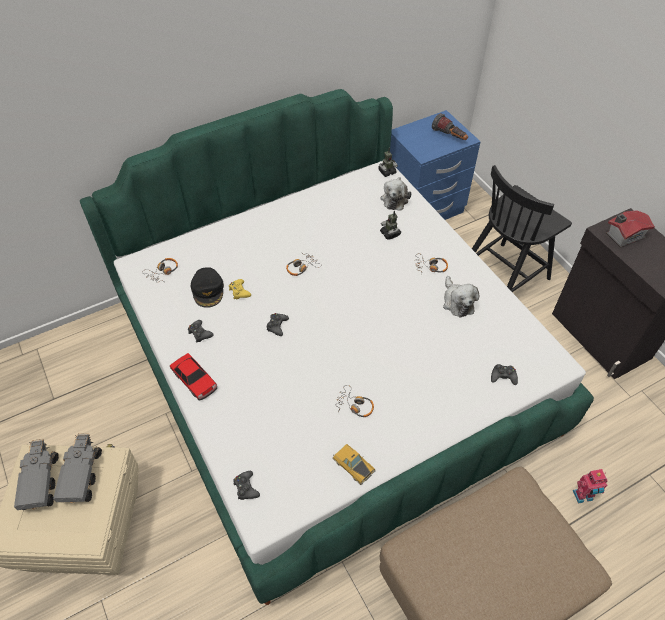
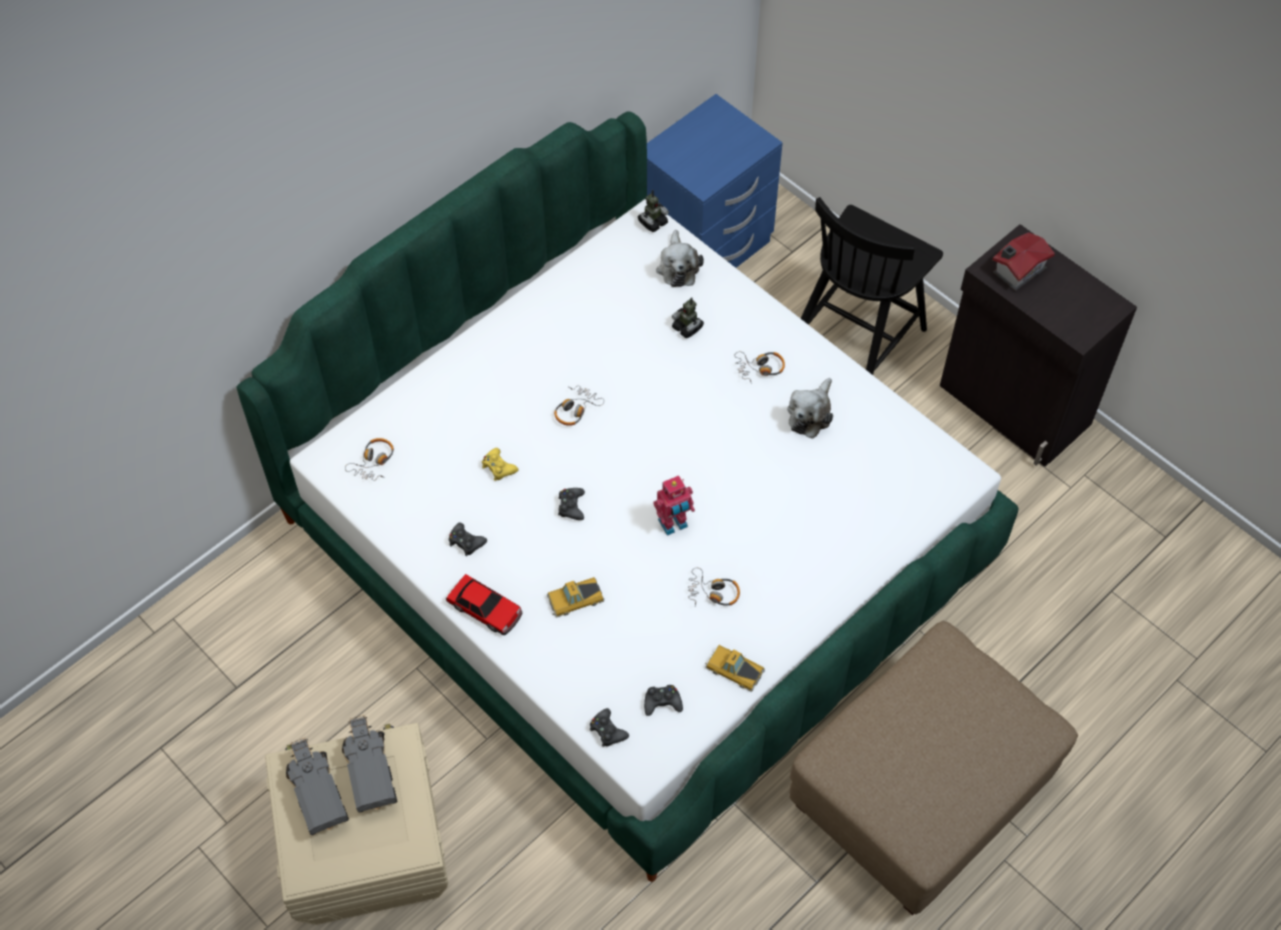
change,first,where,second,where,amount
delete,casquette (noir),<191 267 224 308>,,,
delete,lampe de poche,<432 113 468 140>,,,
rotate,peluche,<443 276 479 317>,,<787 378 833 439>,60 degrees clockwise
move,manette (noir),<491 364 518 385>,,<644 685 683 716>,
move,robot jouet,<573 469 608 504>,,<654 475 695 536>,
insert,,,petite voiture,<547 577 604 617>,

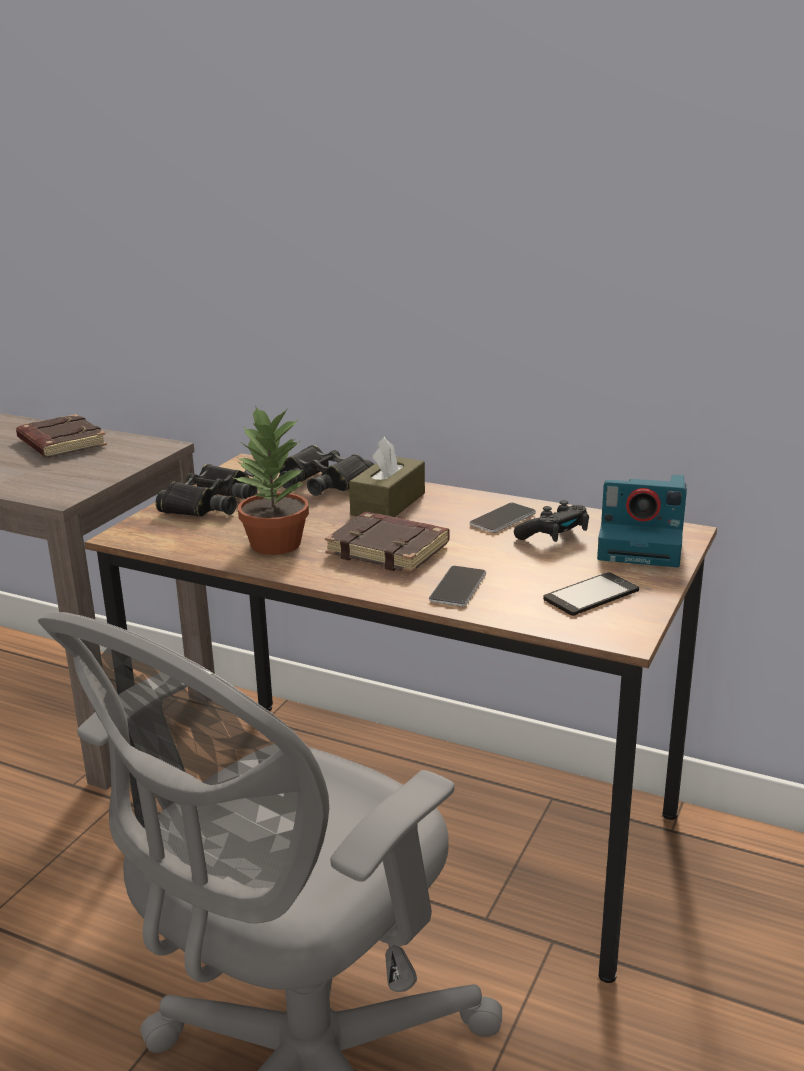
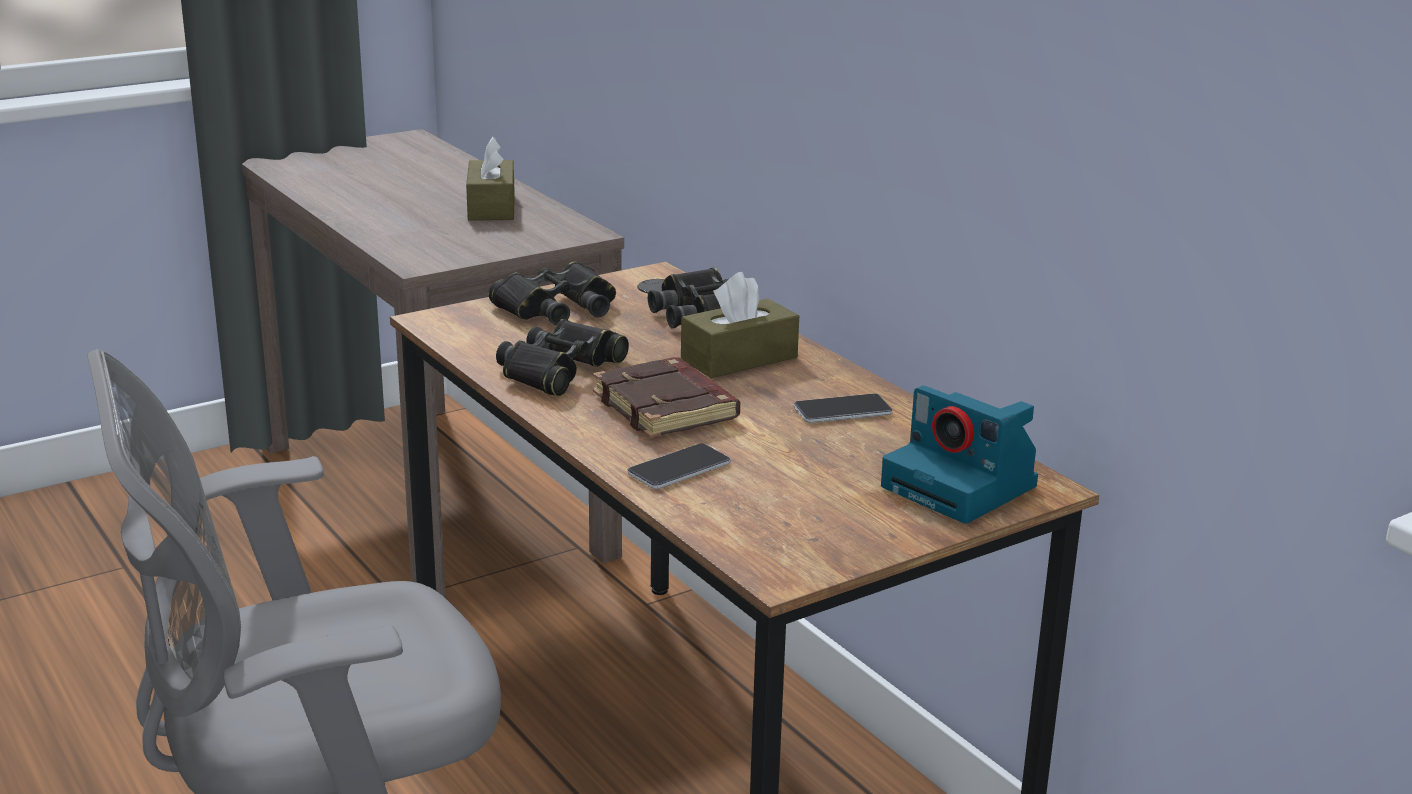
change,first,where,second,where,amount
replace,livre (marron),<16 414 107 458>,boîte à mouchoirs (marron),<466 136 515 221>,
replace,plante en pot,<232 407 309 555>,jumelles (noir),<496 319 629 396>,
delete,manette (noir),<514 500 589 542>,,,
delete,téléphone,<543 572 639 616>,,,

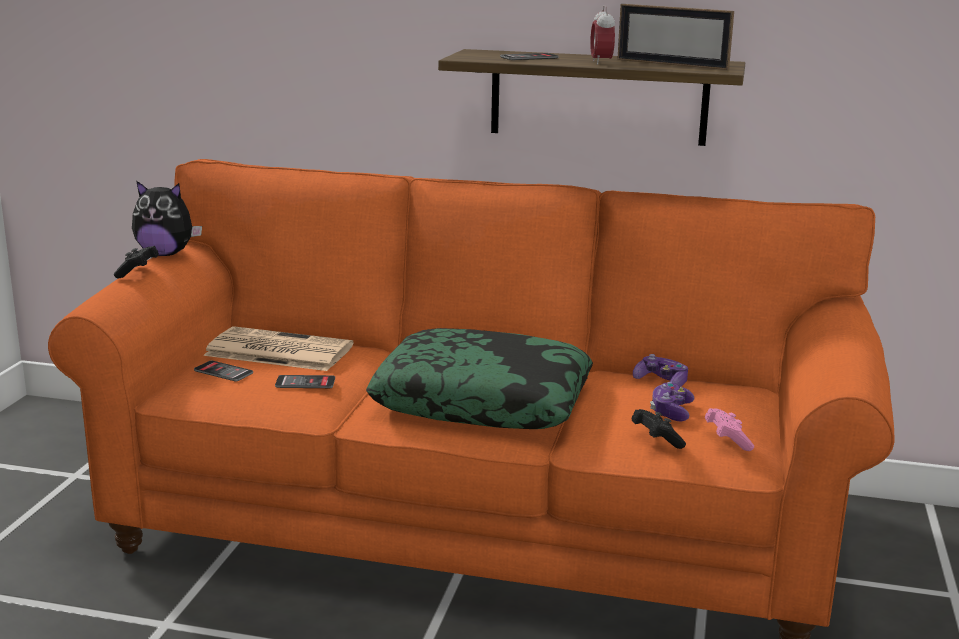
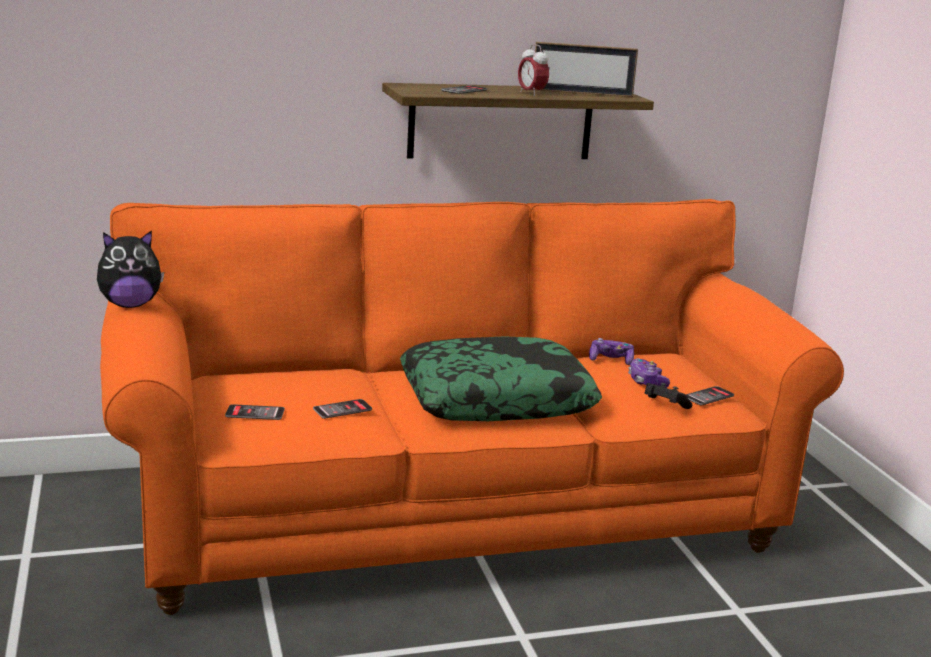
change,first,where,second,where,amount
delete,manette (noir),<114 246 159 278>,,,
delete,journal,<203 326 353 371>,,,
replace,manette (rose),<705 408 754 451>,téléphone,<686 386 734 406>,

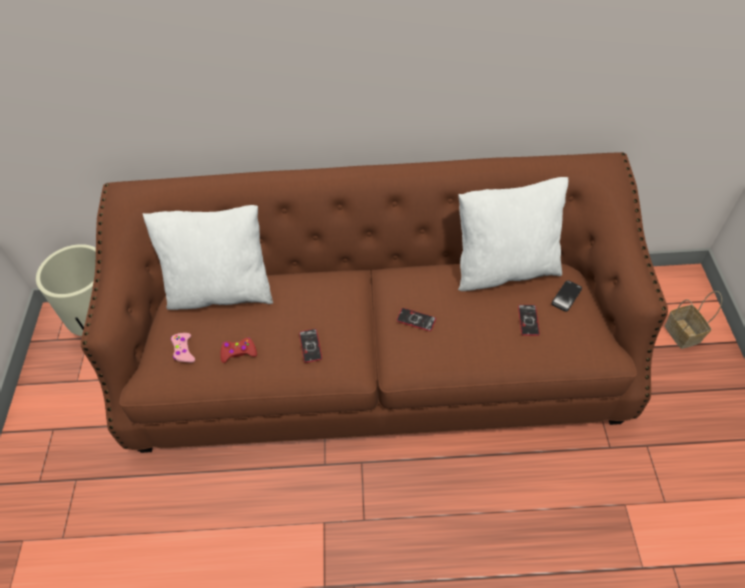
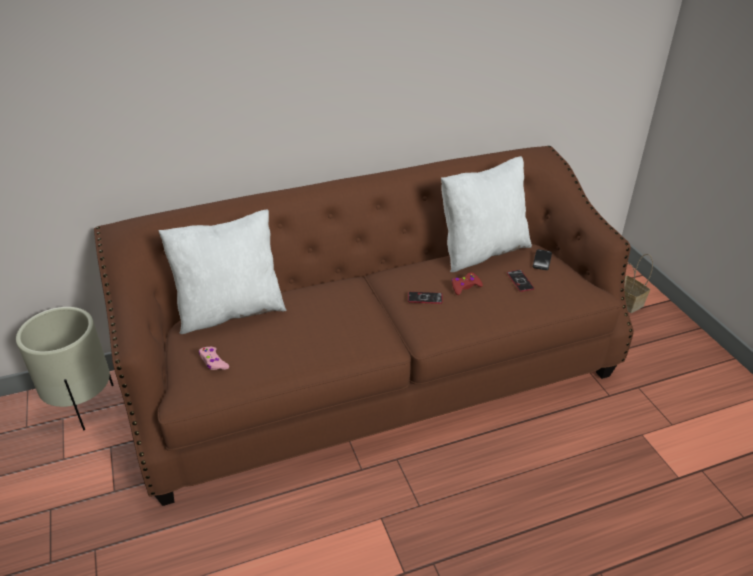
change,first,where,second,where,amount
move,manette (rouge),<220 338 257 363>,,<452 272 483 295>,
delete,téléphone,<299 329 322 363>,,,

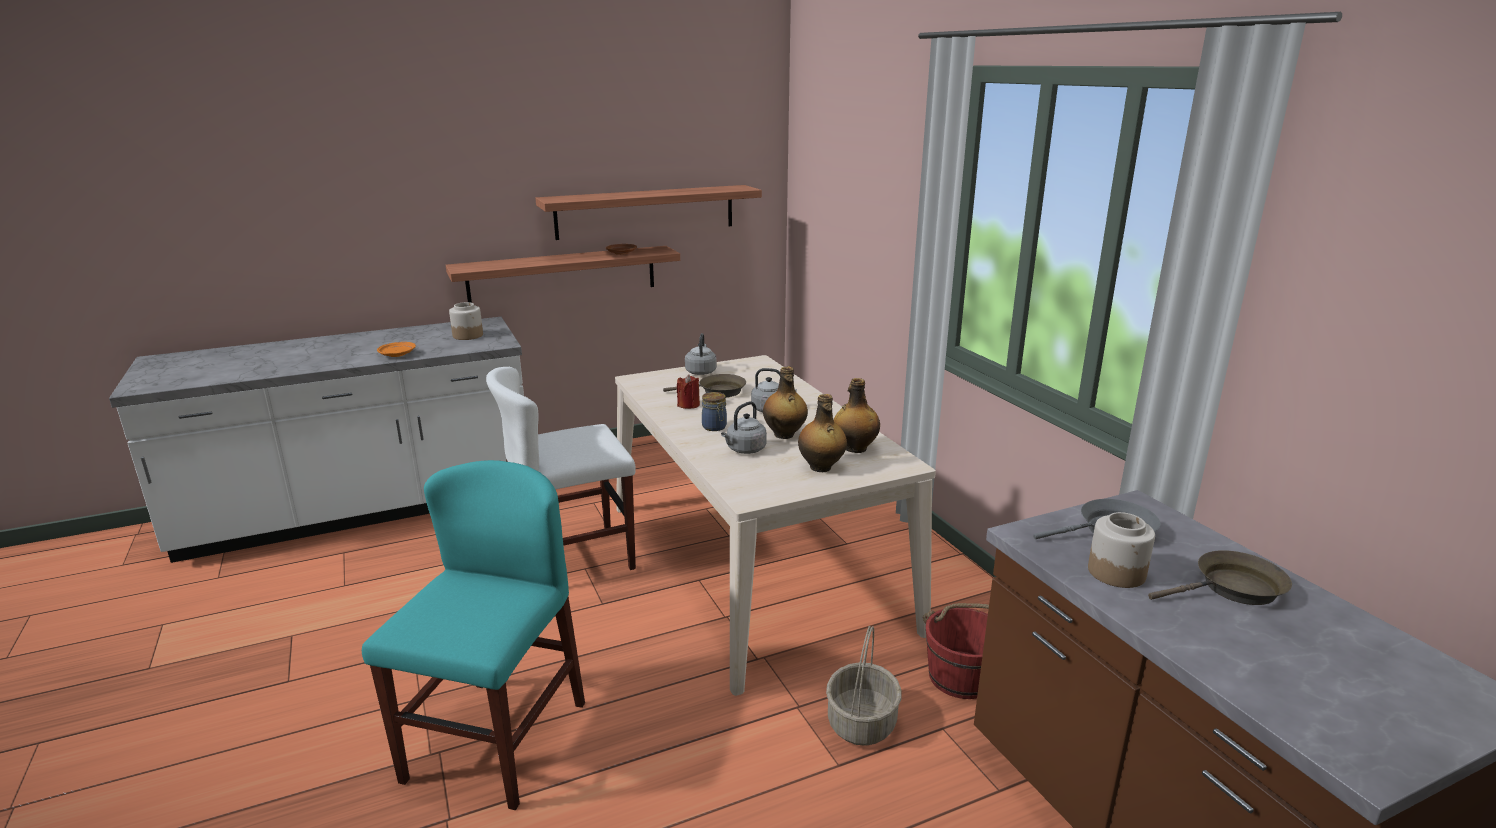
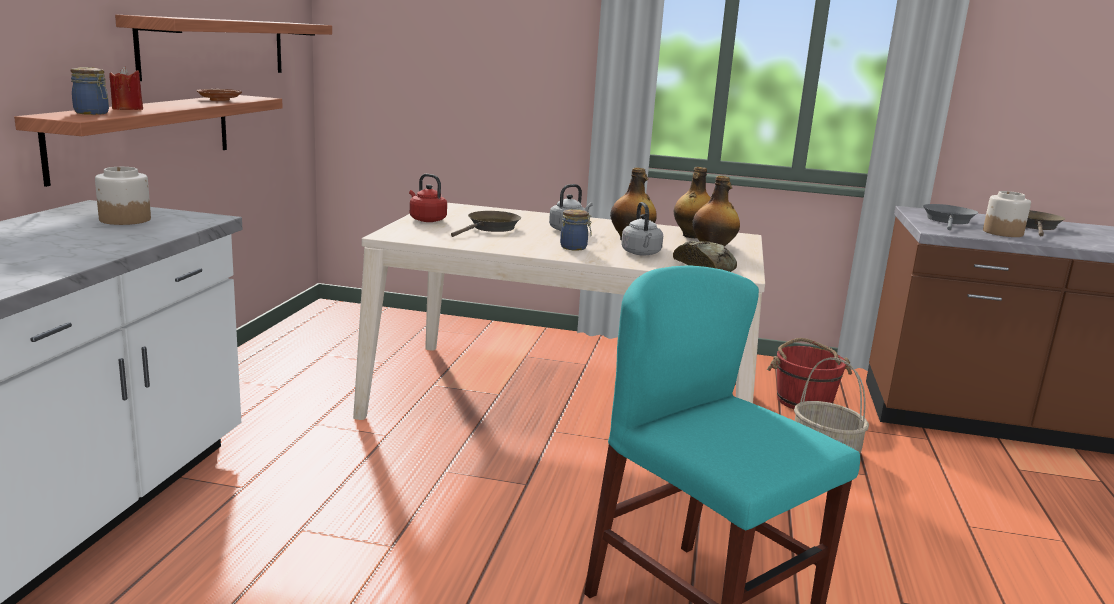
change,first,where,second,where,amount
delete,assiette (orange),<377 342 416 357>,,,
delete,chaise (blanc),<486 367 636 570>,,,
move,bougie (rouge),<677 374 700 409>,,<109 66 143 110>,
recolor,bouilloire (gris),<685 333 717 375>,bouilloire (rouge),<409 174 447 222>,
insert,,,bocal,<71 67 109 115>,
insert,,,pain,<673 241 737 272>,

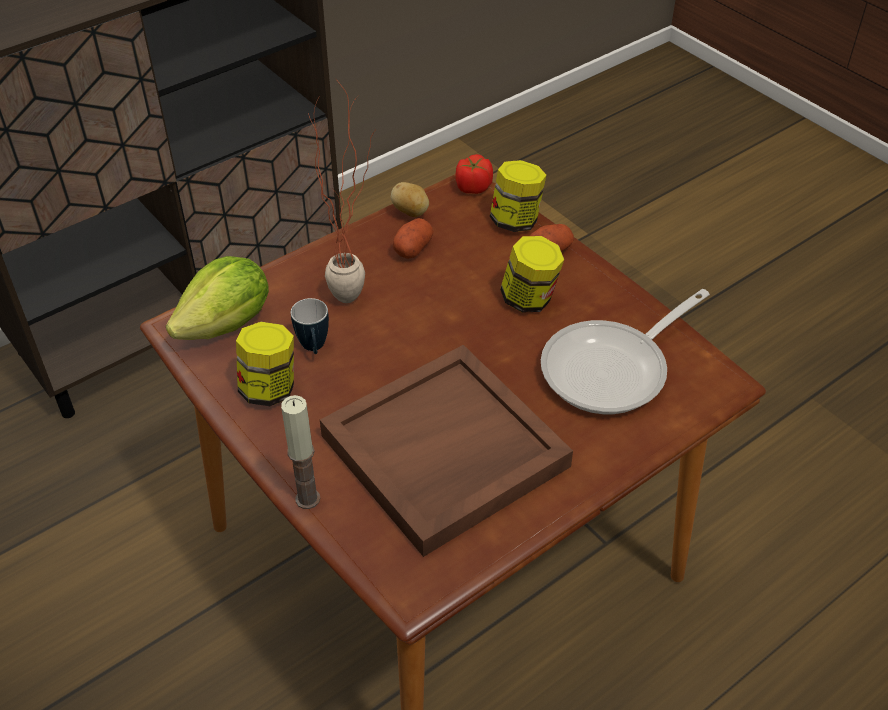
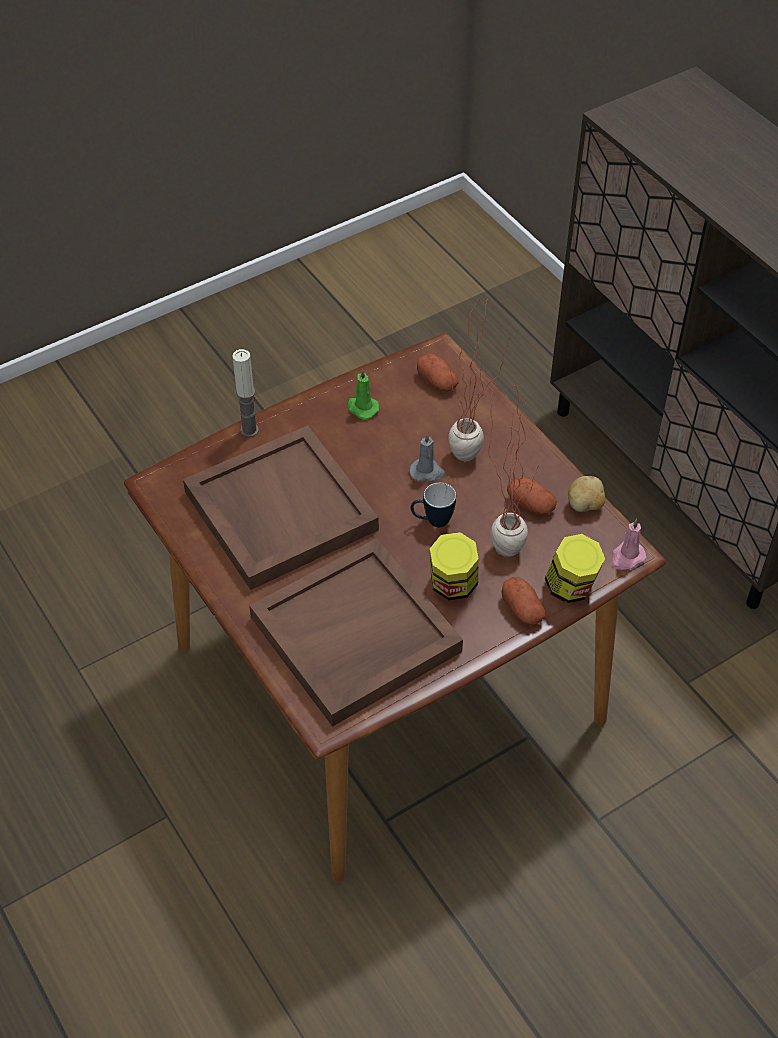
change,first,where,second,where,amount
replace,laitue,<166 256 269 340>,pomme de terre,<417 354 459 392>,
replace,bocal,<236 322 294 406>,bougie (vert),<347 368 379 419>,
move,mug,<291 298 329 354>,,<411 483 456 527>,
replace,tomate,<455 154 493 194>,bougie (rose),<612 518 647 570>,
replace,poêle,<541 289 710 414>,plateau (marron),<249 538 463 727>,
insert,,,bougie (gris),<409 433 446 482>,
insert,,,plante en pot,<488 385 539 557>,

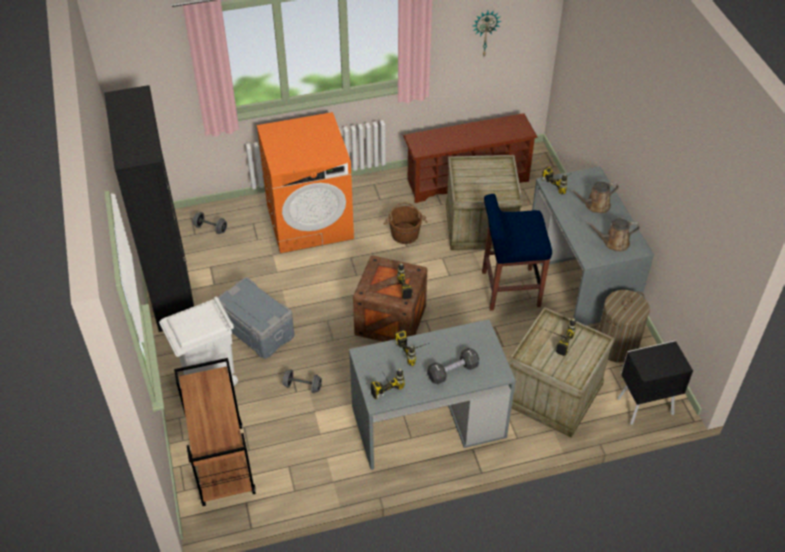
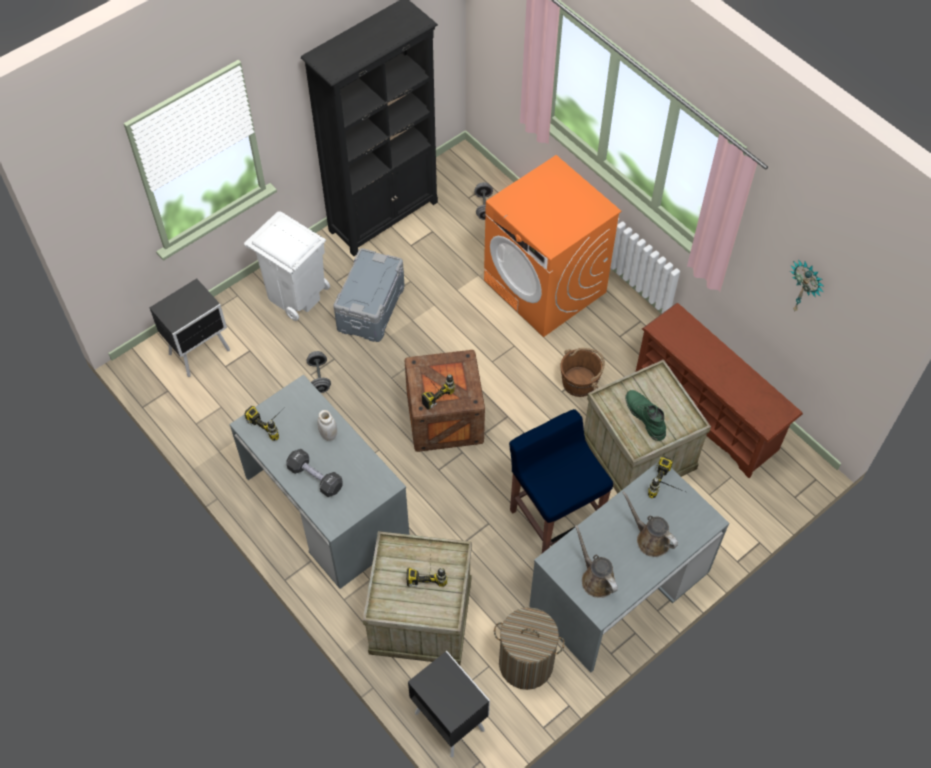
change,first,where,second,where,amount
replace,chariot (marron),<174 358 256 506>,table de chevet (noir),<150 278 230 377>,
replace,perceuse,<395 330 429 366>,bocal (blanc),<318 410 337 441>,
insert,,,botte (vert),<625 390 666 441>,

